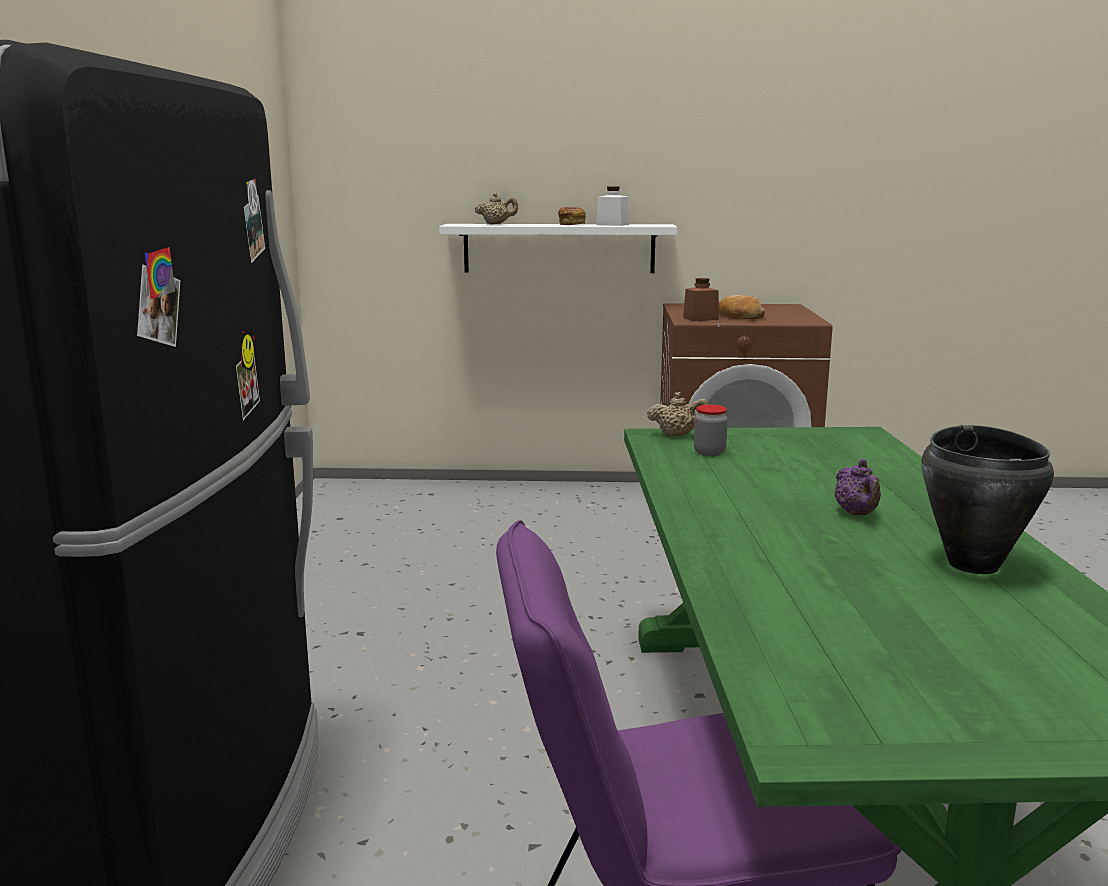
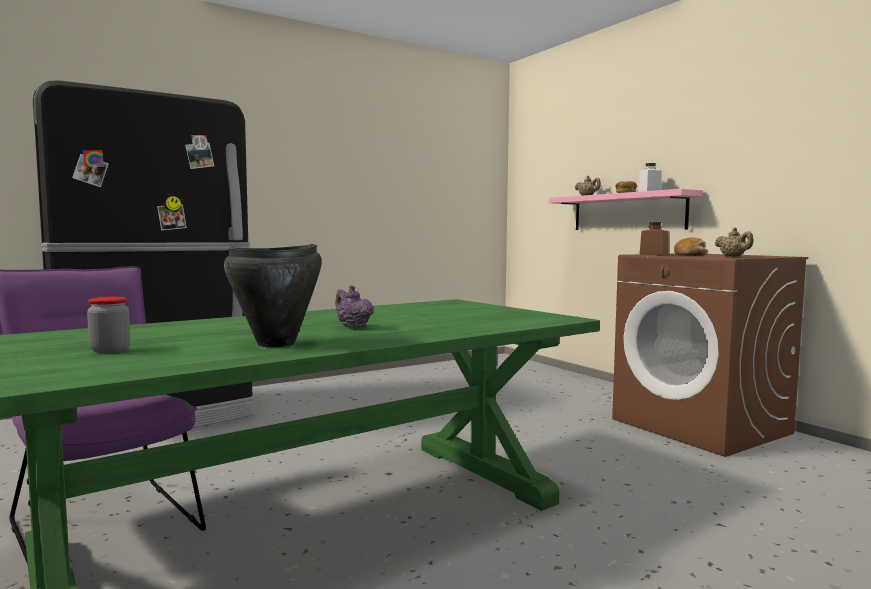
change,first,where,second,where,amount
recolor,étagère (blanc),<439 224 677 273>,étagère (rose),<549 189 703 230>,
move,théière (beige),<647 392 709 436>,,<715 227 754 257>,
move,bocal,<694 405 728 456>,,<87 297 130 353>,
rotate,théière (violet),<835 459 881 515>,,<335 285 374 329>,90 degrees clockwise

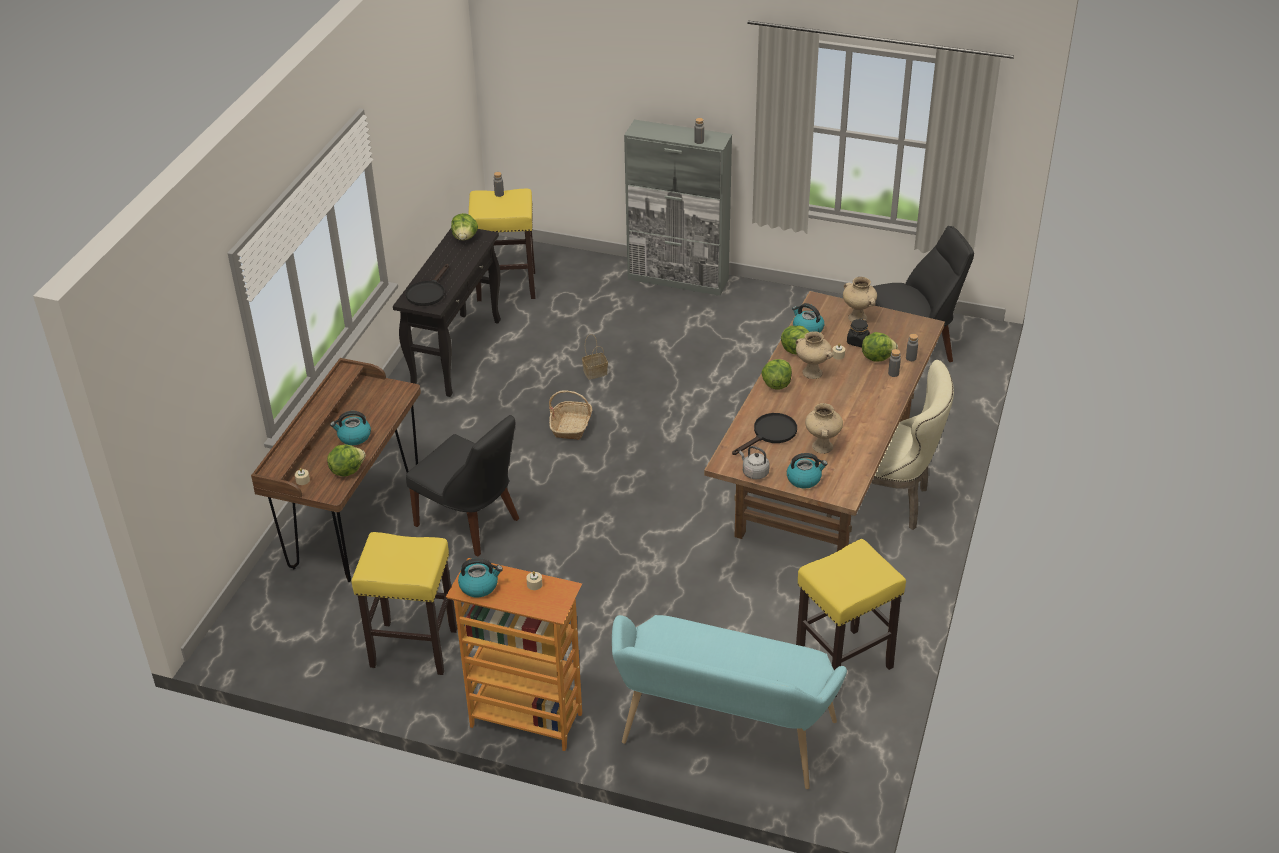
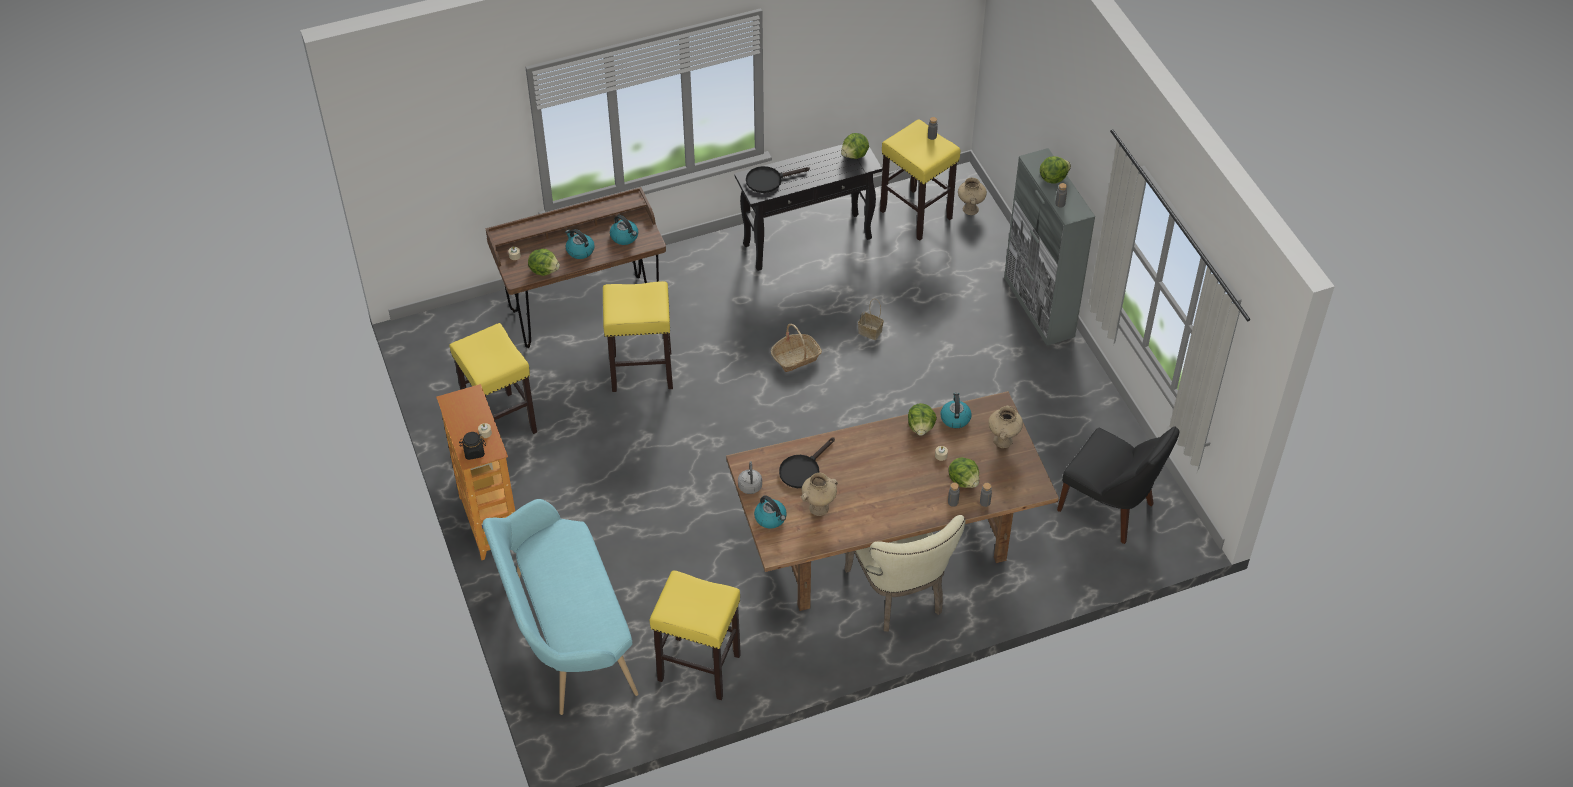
change,first,where,second,where,amount
replace,chaise (noir),<406 415 519 556>,tabouret (jaune),<603 281 673 392>,
move,bouilloire,<458 558 503 597>,,<610 215 638 245>,
rotate,poêle (noir),<732 413 797 455>,,<779 437 835 488>,120 degrees clockwise
move,laitue,<761 359 792 390>,,<1040 156 1071 184>,
move,vase (beige),<796 331 833 379>,,<958 177 987 215>,
move,bocal (noir),<847 318 870 347>,,<459 432 486 460>,

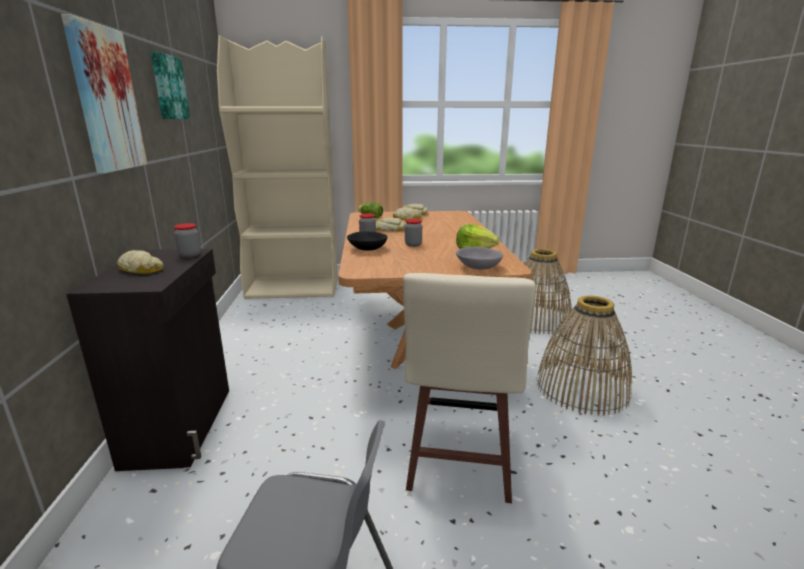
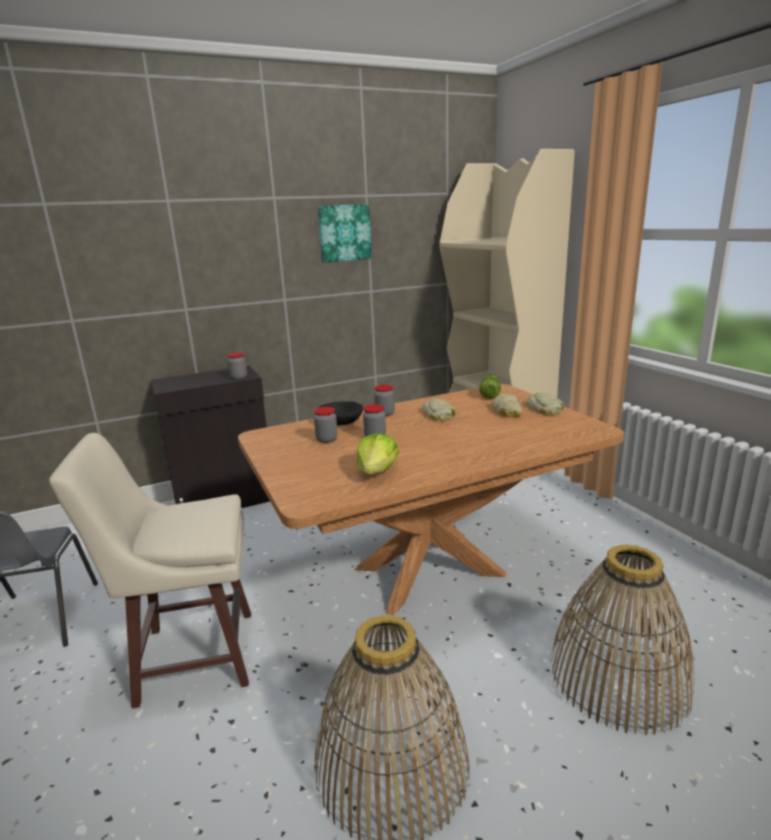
change,first,where,second,where,amount
delete,tableau,<61 14 147 173>,,,
delete,pain,<117 250 164 274>,,,
delete,bol (gris),<456 247 503 270>,,,
insert,,,bocal,<314 407 338 443>,

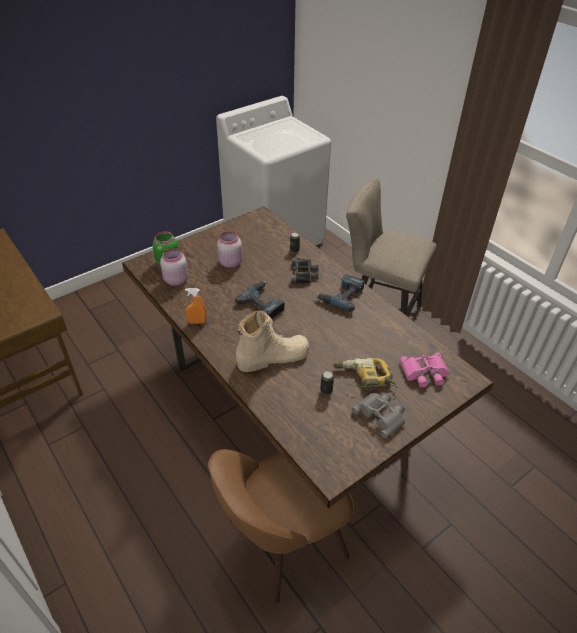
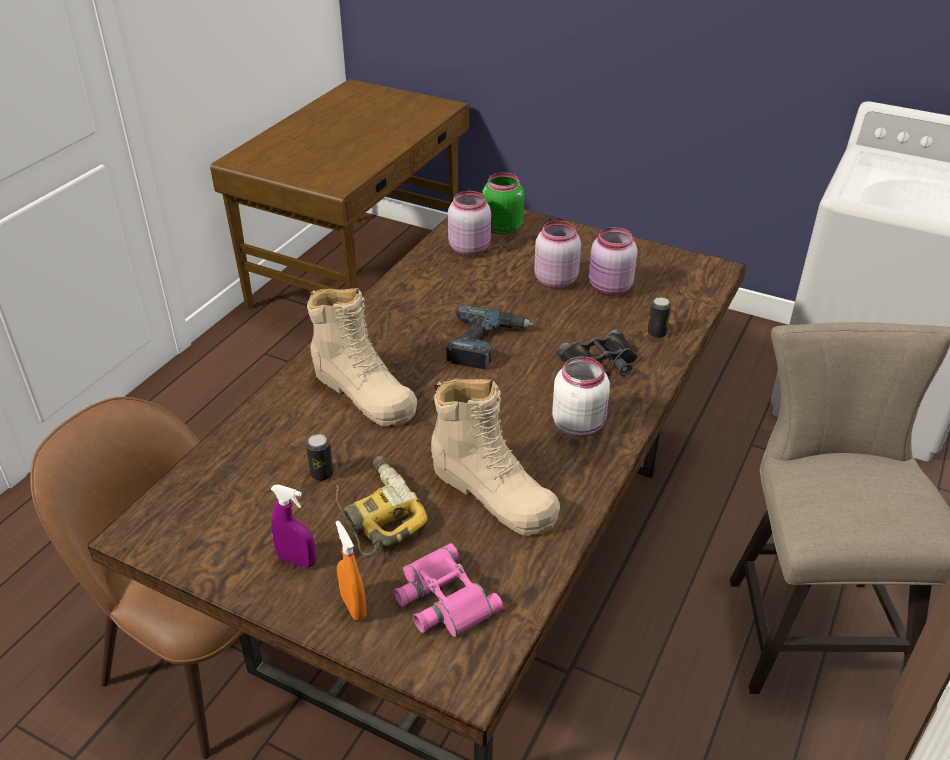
change,first,where,second,where,amount
move,vaporisateur (orange),<185 288 207 324>,,<335 521 367 621>,
replace,perceuse,<315 274 365 312>,bocal (blanc),<552 356 610 437>,
replace,jumelles (gris),<352 393 405 439>,vaporisateur (violet),<271 484 316 568>,
insert,,,botte (beige),<431 379 560 536>,
insert,,,bocal (rose),<589 227 637 296>,

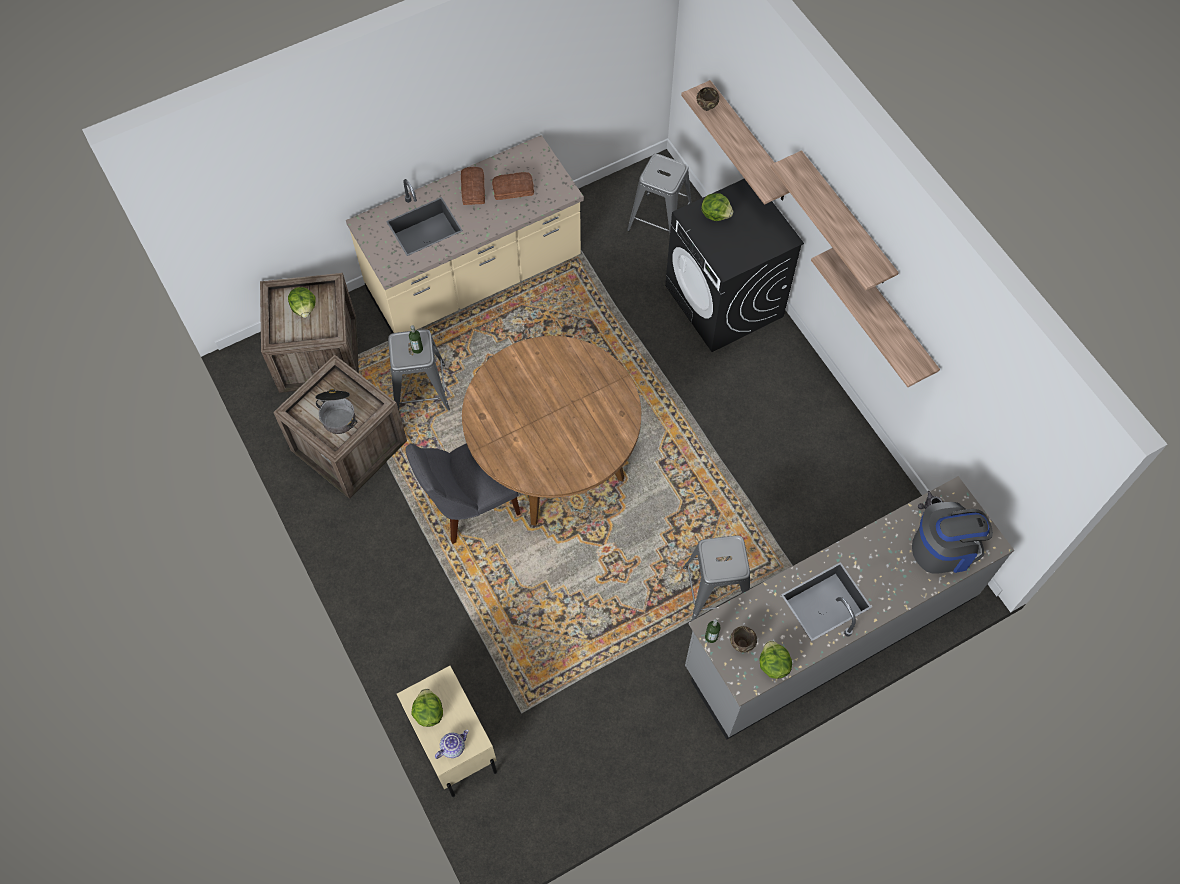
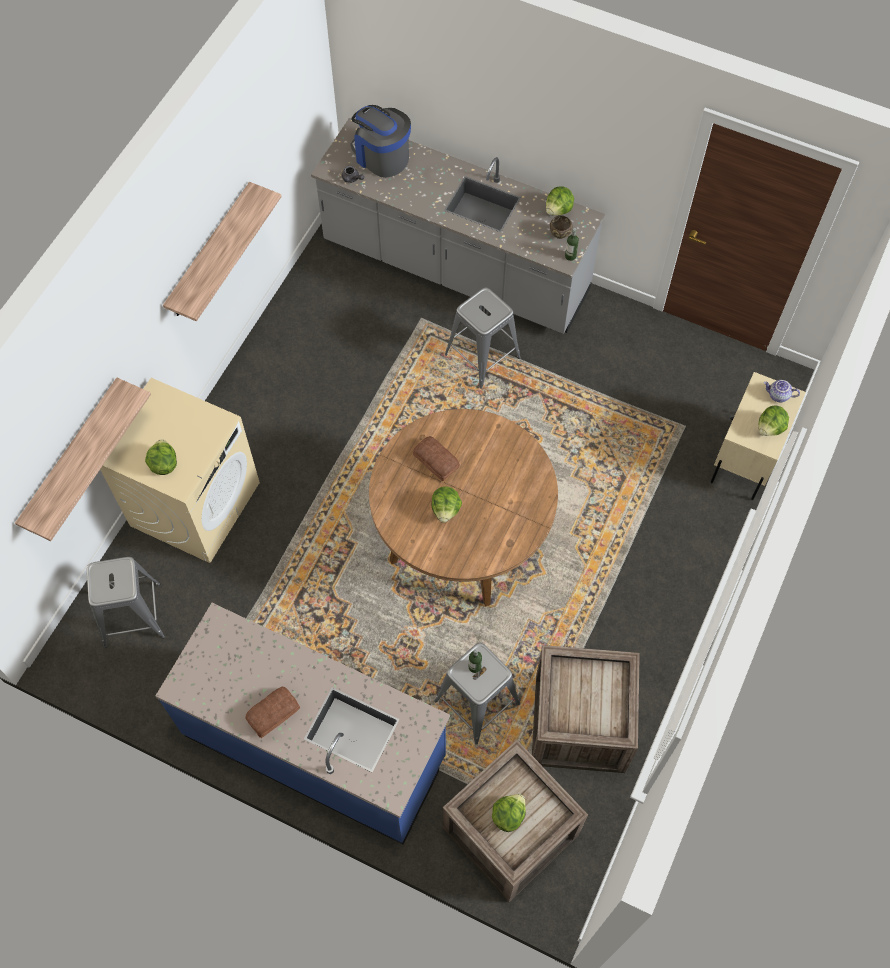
change,first,where,second,where,amount
delete,marmite,<315 389 357 434>,,,
recolor,comptoir de cuisine (beige),<346 135 584 333>,comptoir de cuisine (bleu),<156 603 450 845>,
delete,chaise (gris),<405 443 520 544>,,,
move,pain,<492 172 534 200>,,<413 436 460 481>,
recolor,lave-linge (noir),<665 179 804 352>,lave-linge (beige),<100 378 260 563>,
delete,bol (marron),<697 87 719 111>,,,
delete,étagère,<770 150 899 290>,,,
insert,,,laitue,<432 486 462 523>,

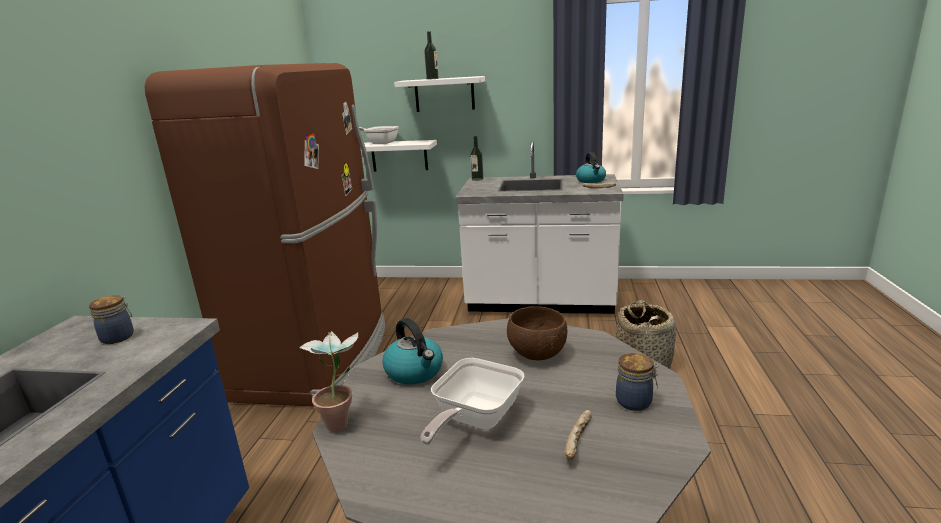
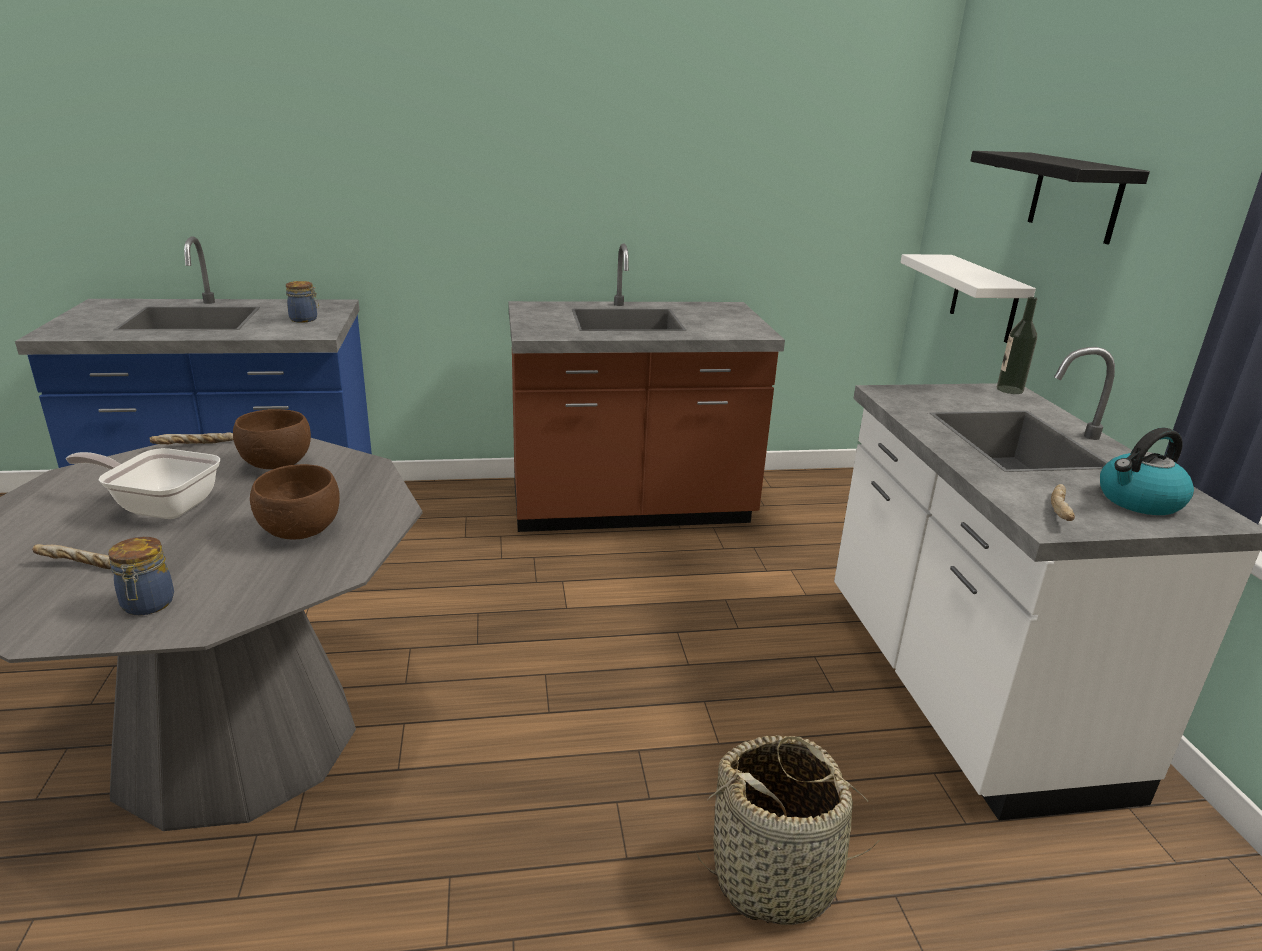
change,first,where,second,where,amount
replace,réfrigérateur (marron),<145 63 385 406>,comptoir de cuisine (marron),<509 244 785 532>,
replace,plante en pot,<300 331 359 432>,pain,<150 433 233 445>,
delete,poêle,<359 126 399 144>,,,
replace,bouilloire,<382 318 443 385>,bol (marron),<233 409 311 469>,
recolor,étagère (blanc),<394 76 485 112>,étagère (noir),<970 151 1150 244>,
delete,bouteille,<424 31 439 80>,,,

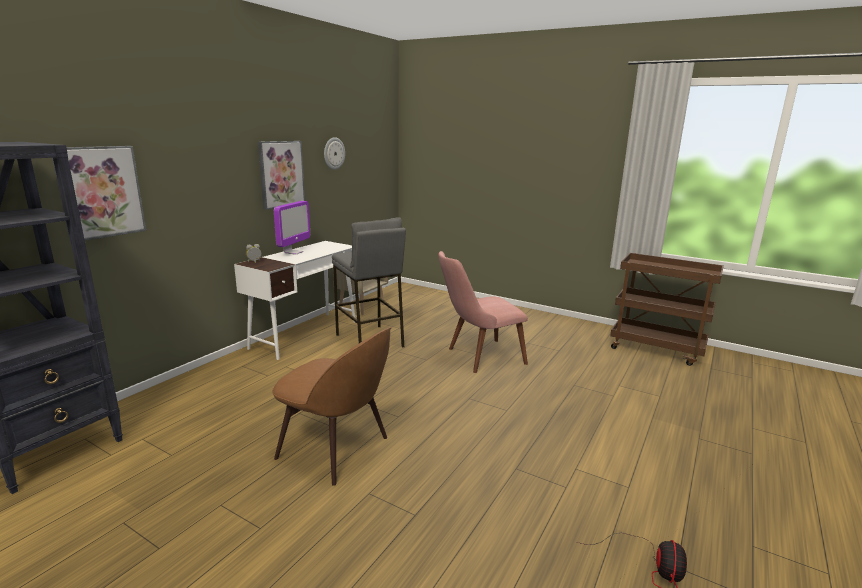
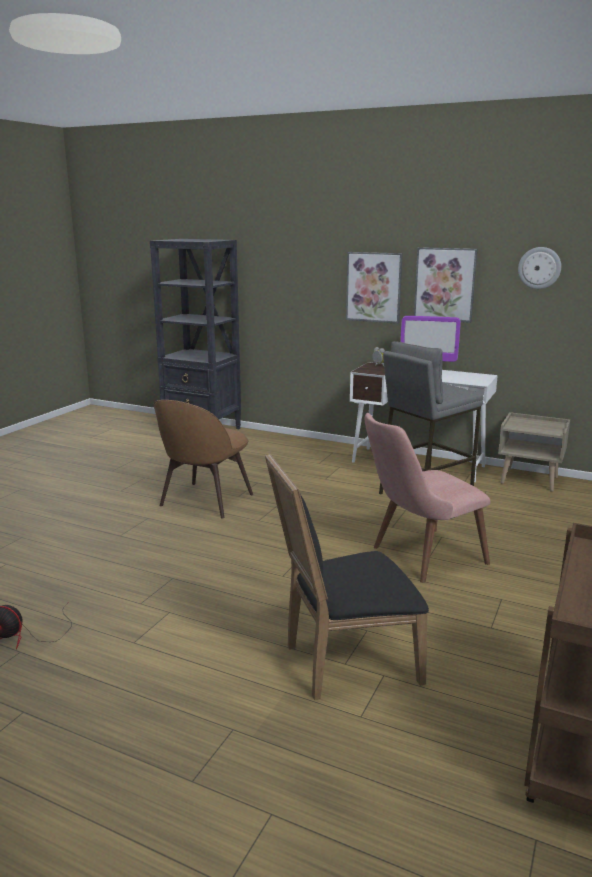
change,first,where,second,where,amount
move,tableau,<52 146 146 242>,,<346 252 403 324>,
rotate,chaise (rose),<438 251 528 373>,,<365 413 490 583>,90 degrees counterclockwise
insert,,,chaise (noir),<265 453 429 700>,

